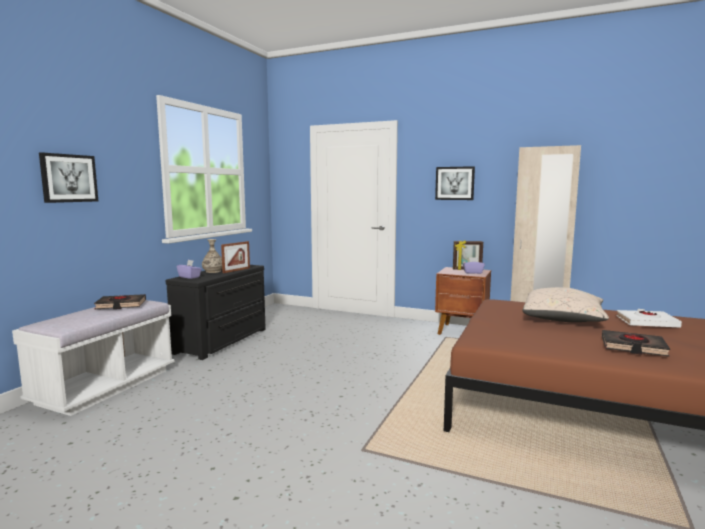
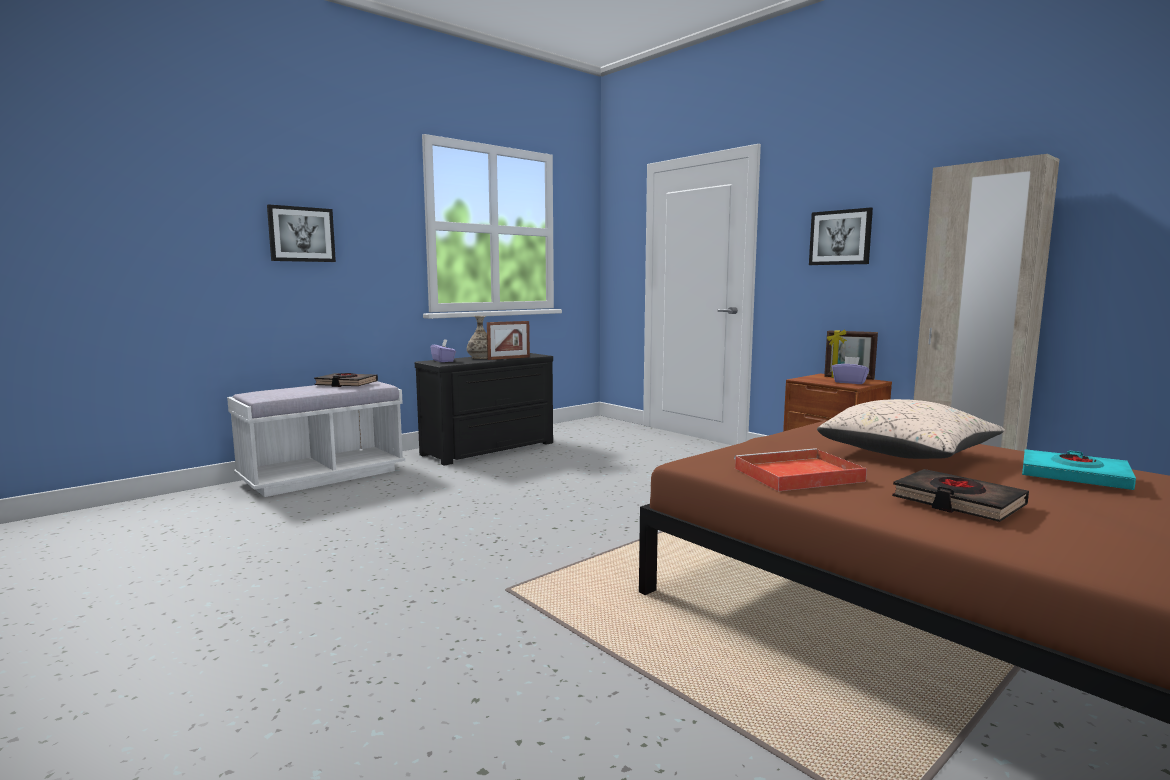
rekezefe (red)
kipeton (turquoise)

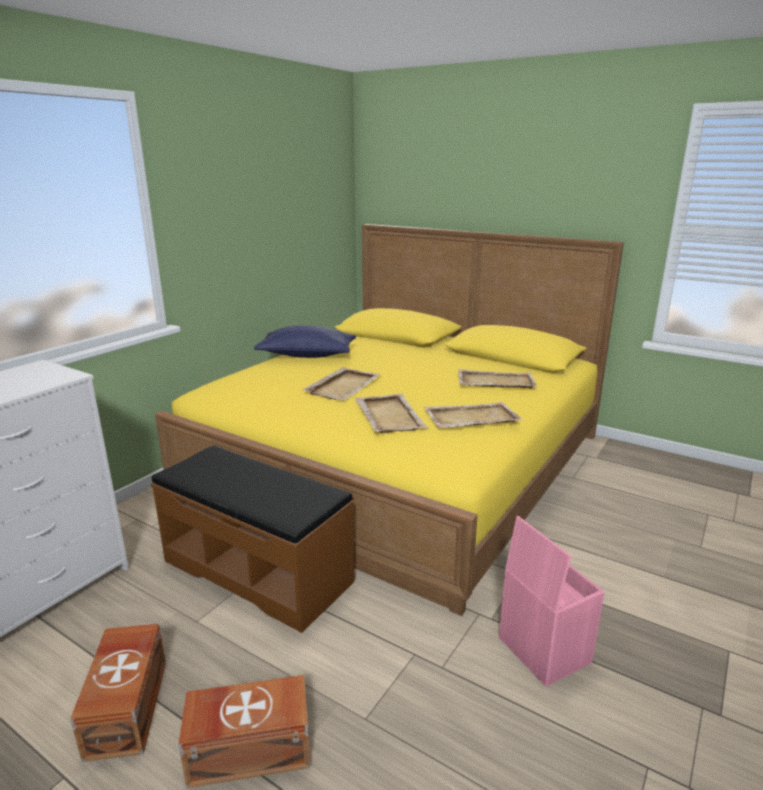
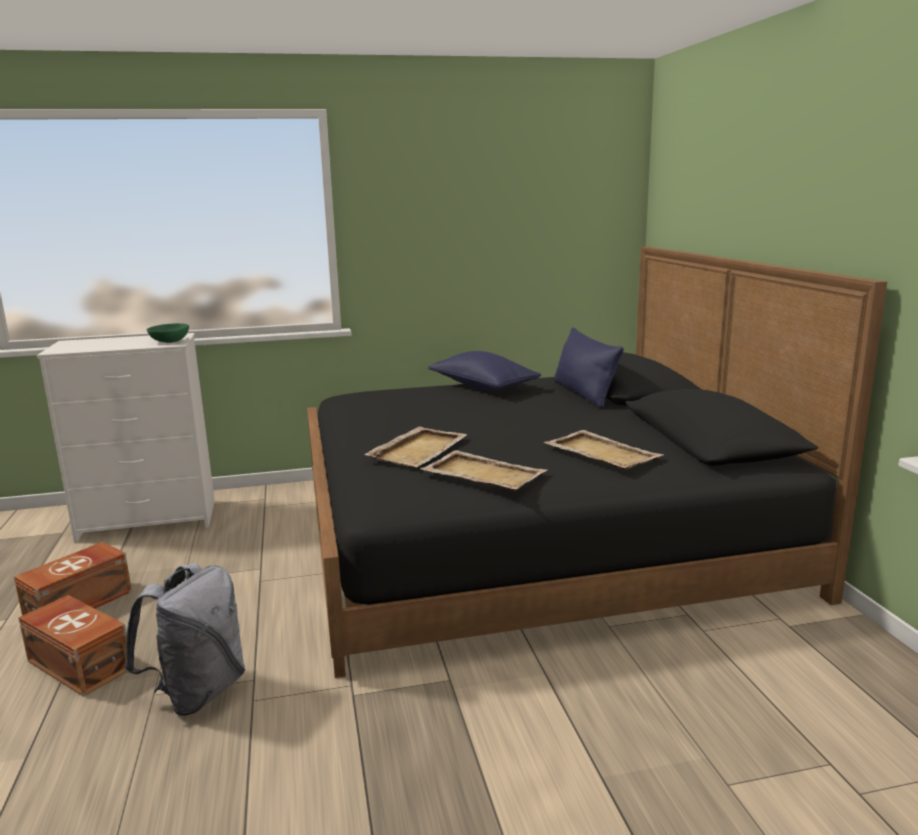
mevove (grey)
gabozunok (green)
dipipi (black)
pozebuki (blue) (2nd from left)
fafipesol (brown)
rekezefe (beige) (1st from left in the first image)
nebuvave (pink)

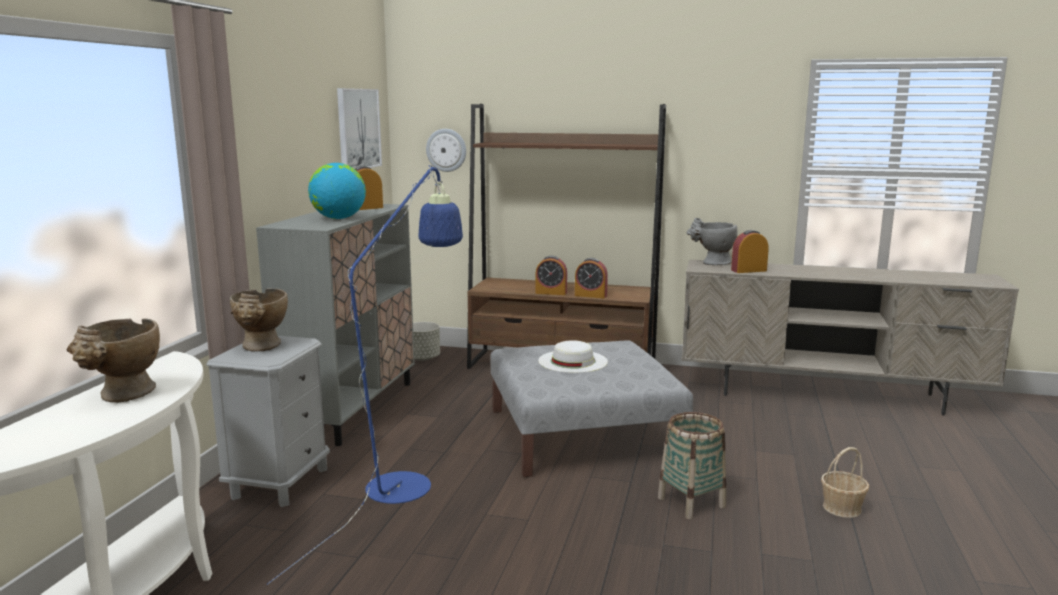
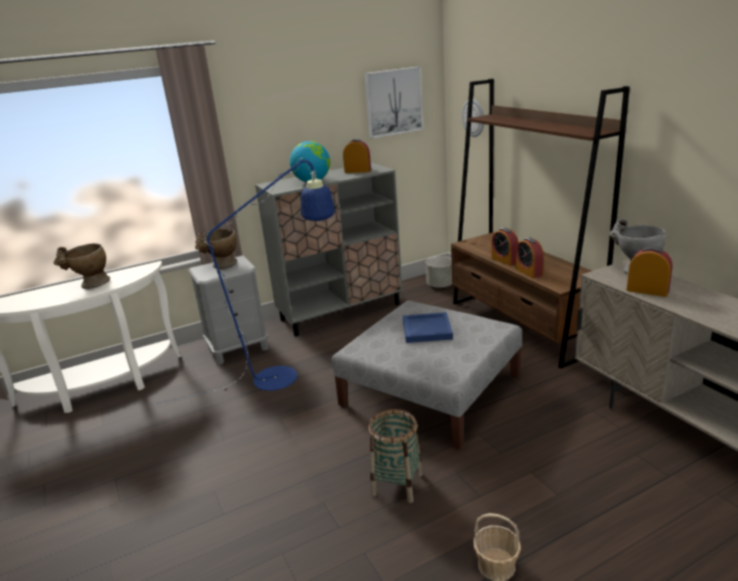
rekezefe (blue)

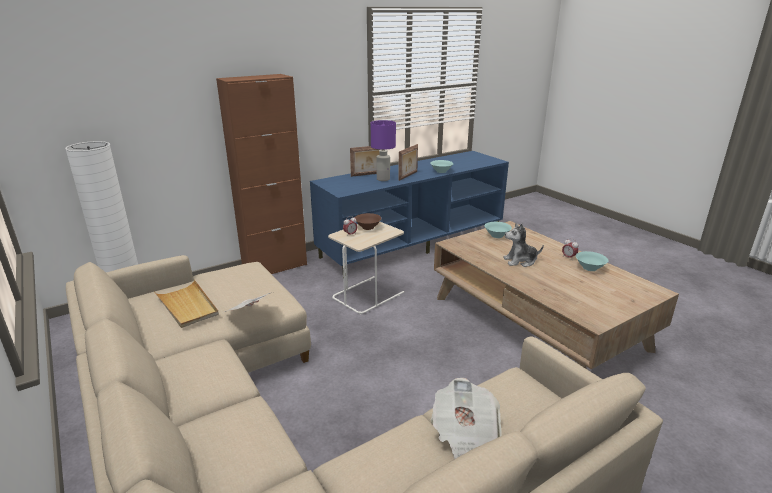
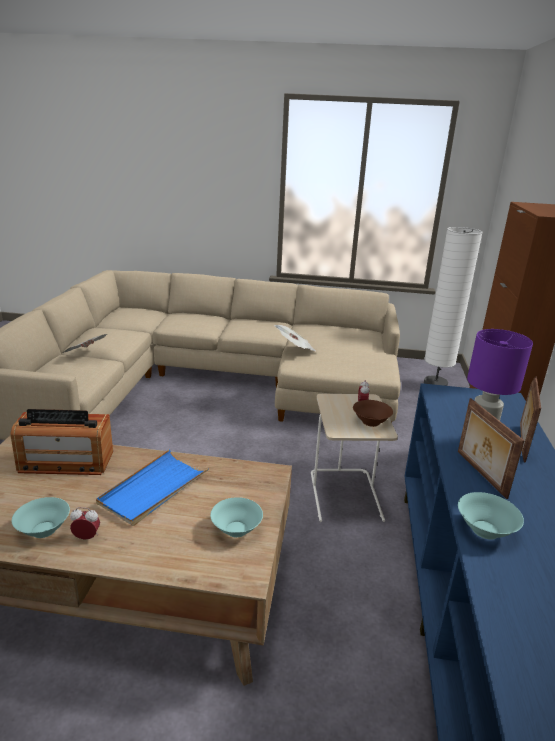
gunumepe
rekezefe (blue)
rekezefe (beige)

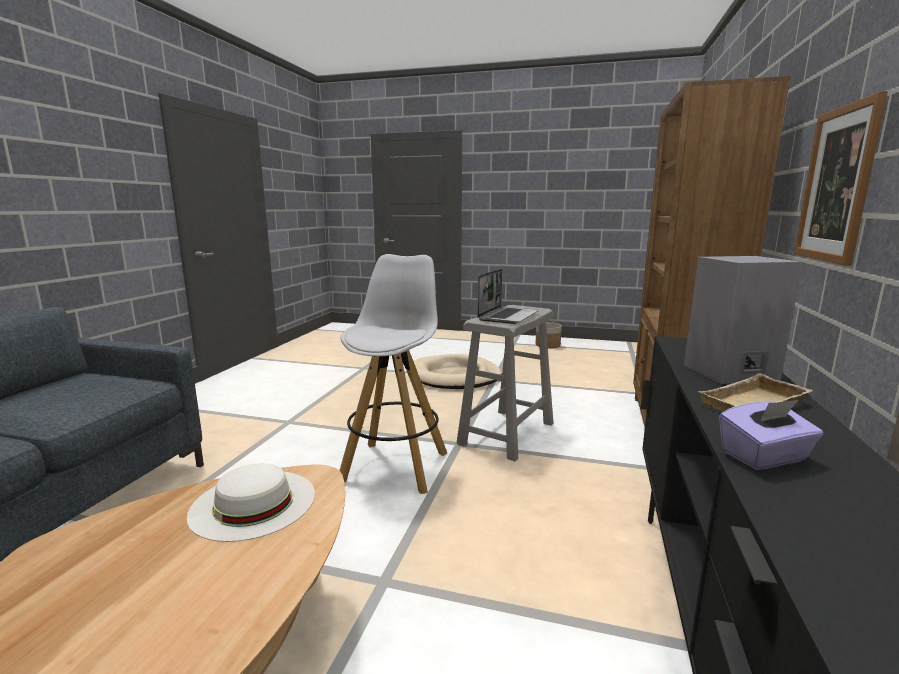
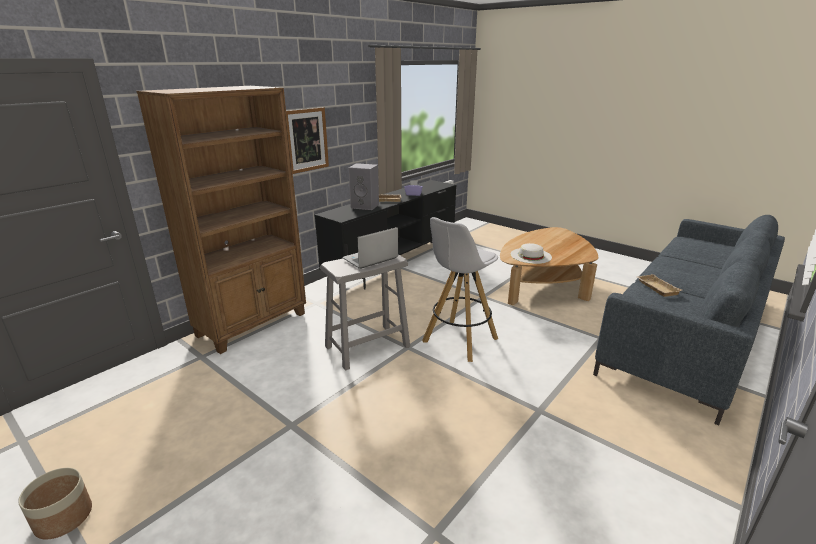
rekezefe (beige) (2nd from left)
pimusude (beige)

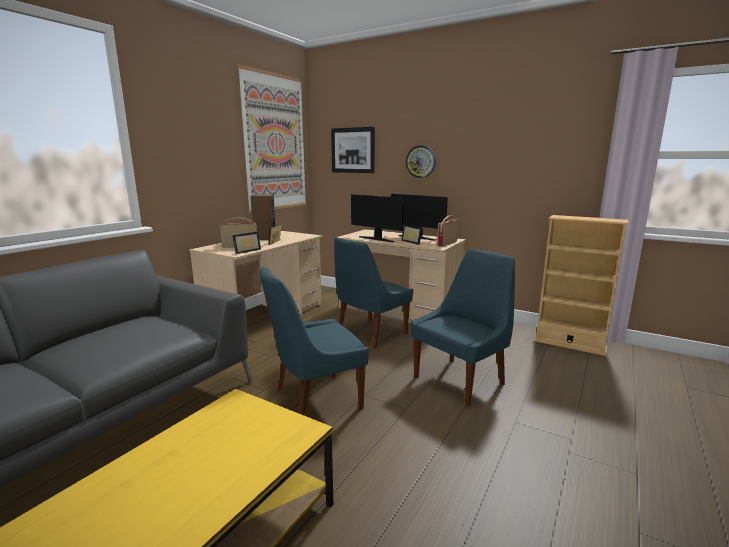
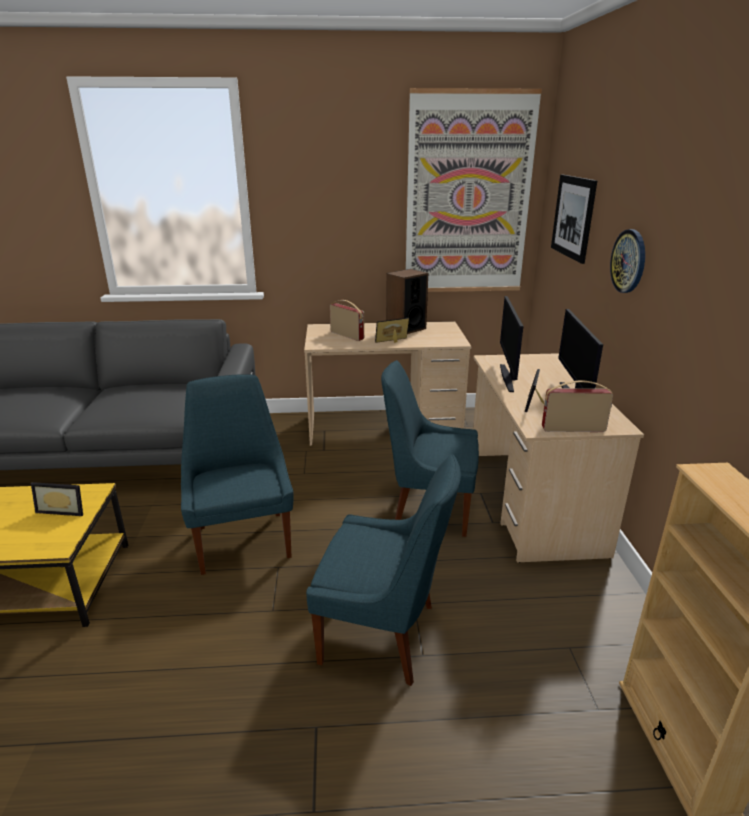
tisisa (1st from left)
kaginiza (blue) (1st from left)

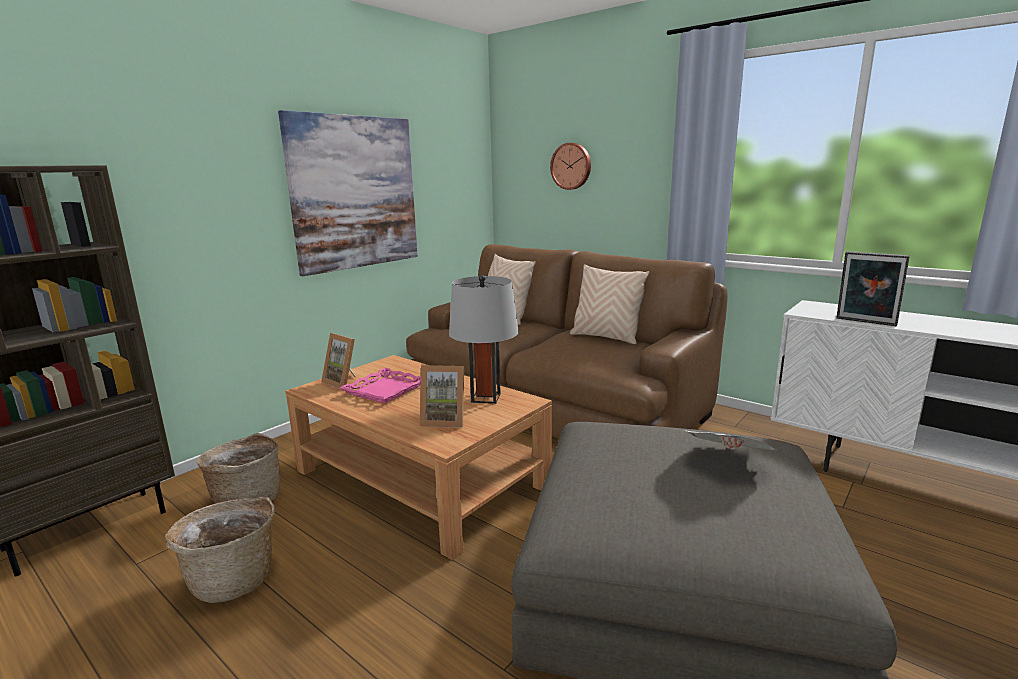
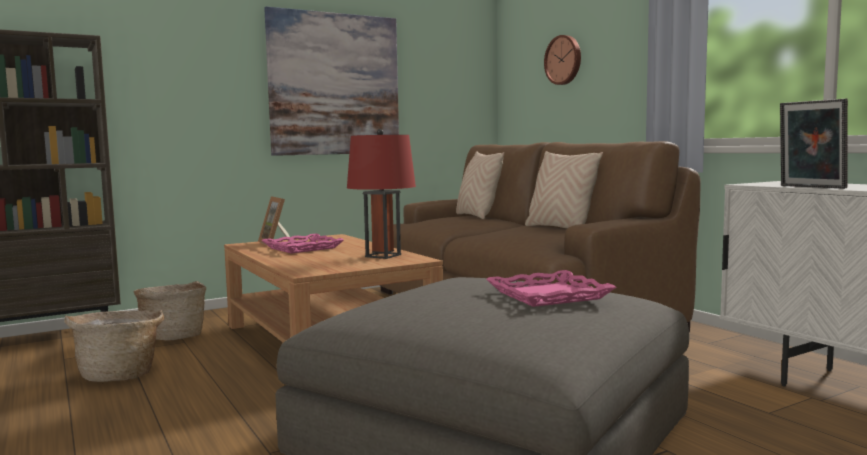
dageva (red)
rekezefe (pink) (2nd from left)
tisisa (2nd from left in the first image)

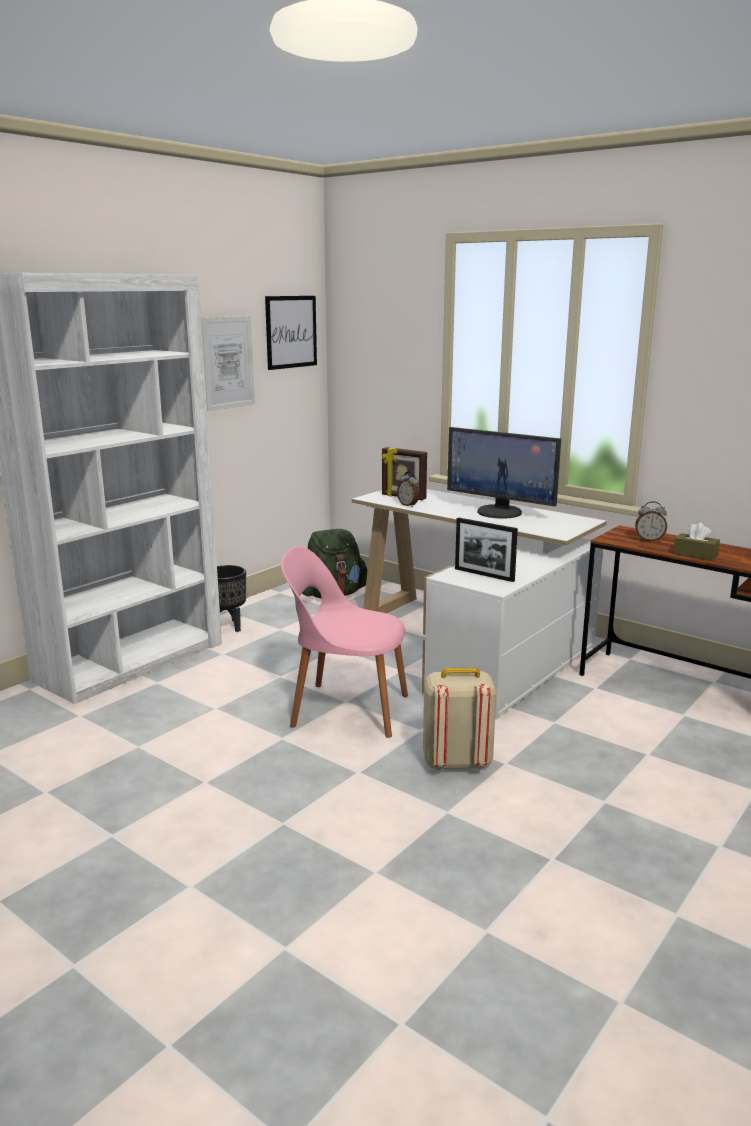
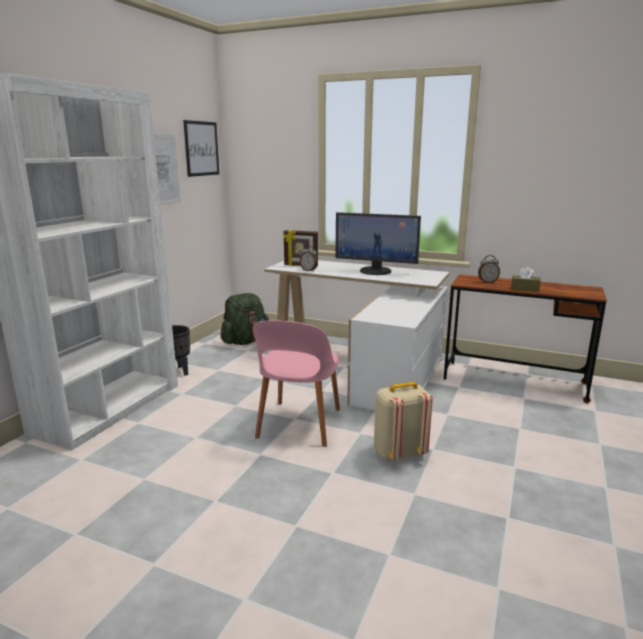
kaginiza (pink)
tisisa (2nd from left in the first image)

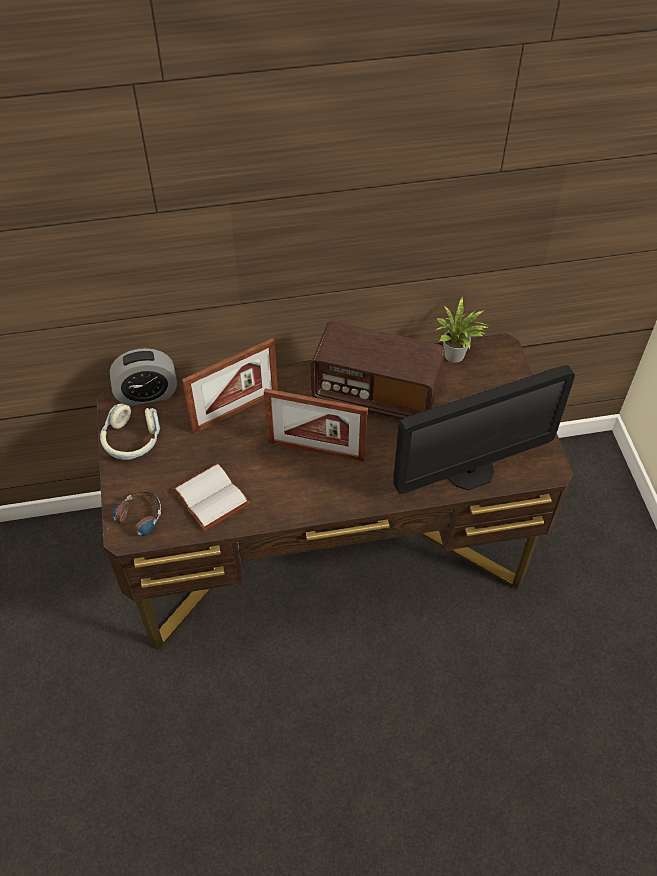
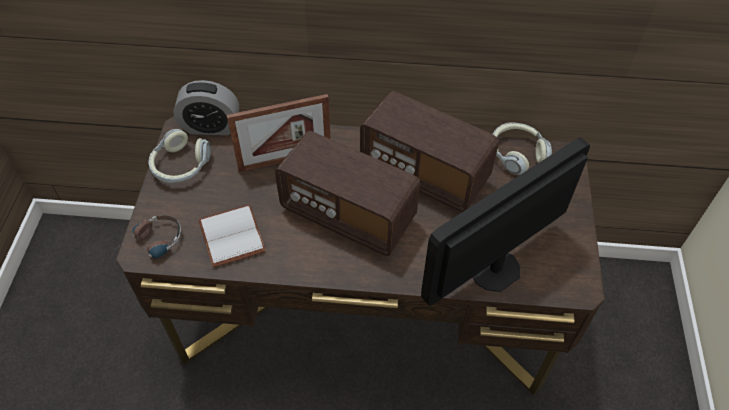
gunumepe (1st from left)
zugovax
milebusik (3rd from left)

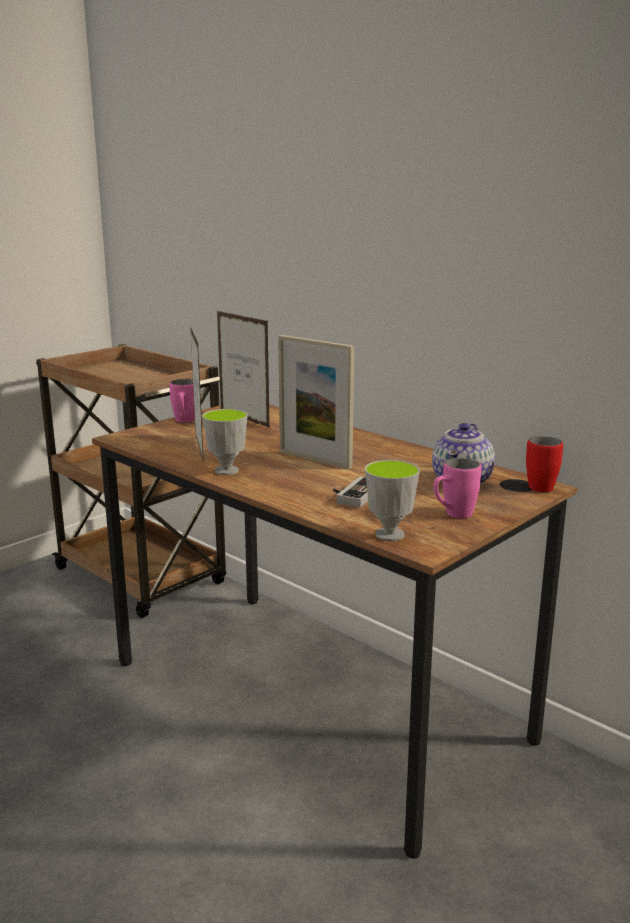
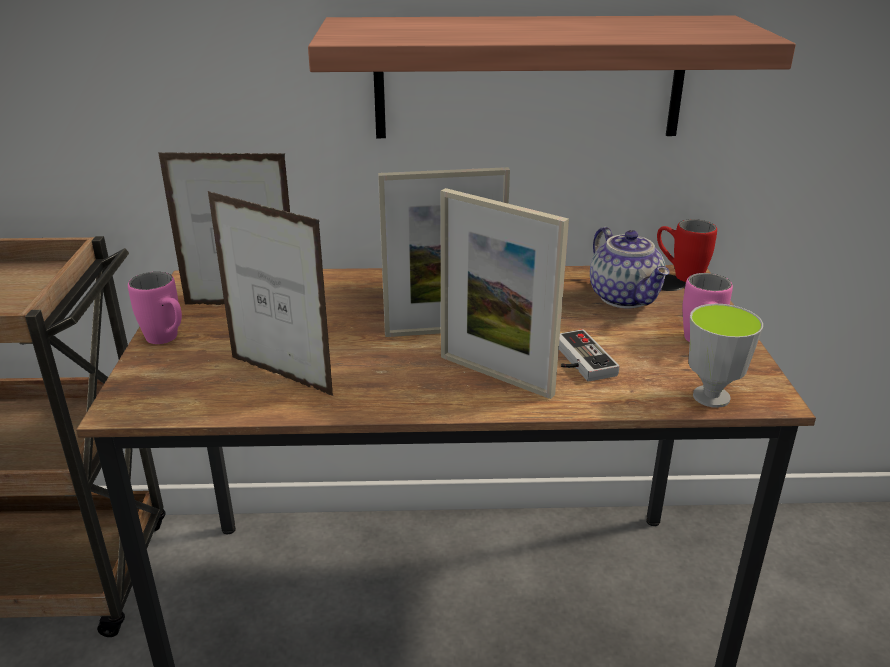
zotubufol
tisisa (4th from left)
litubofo (1st from left in the first image)

